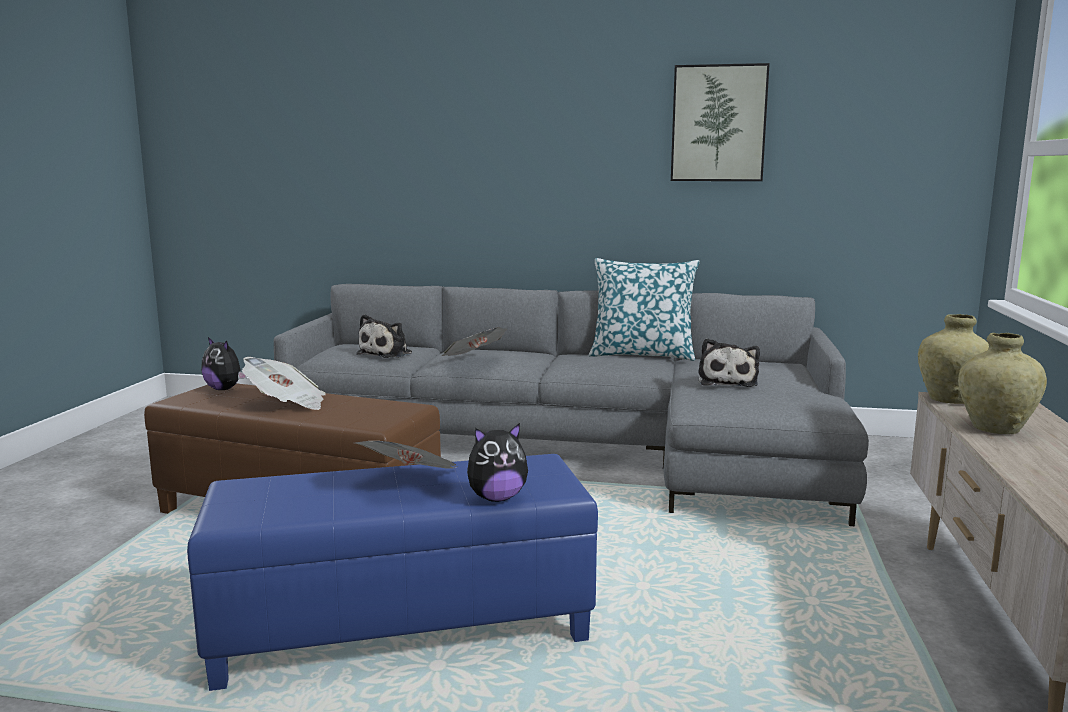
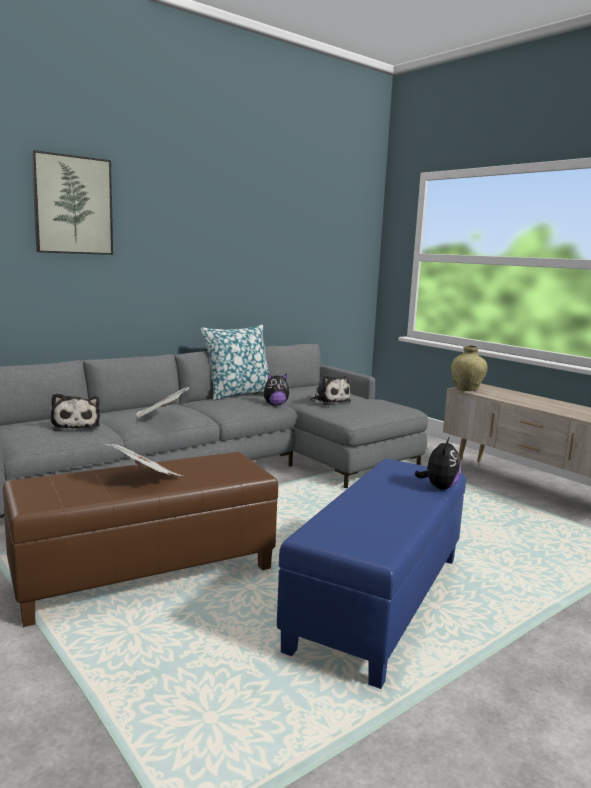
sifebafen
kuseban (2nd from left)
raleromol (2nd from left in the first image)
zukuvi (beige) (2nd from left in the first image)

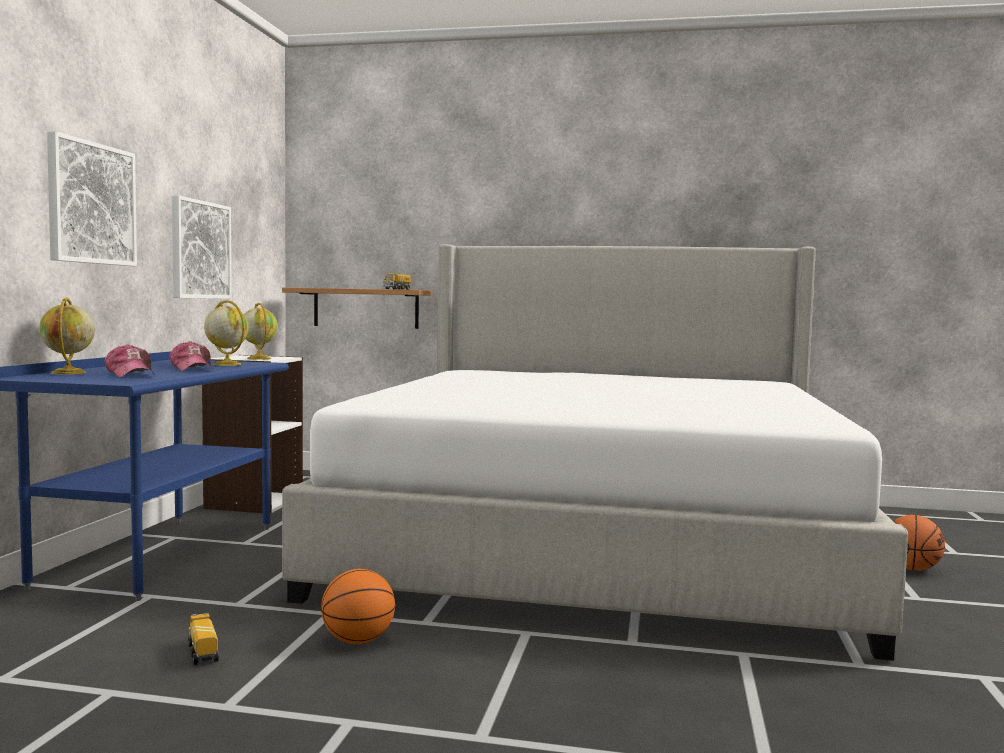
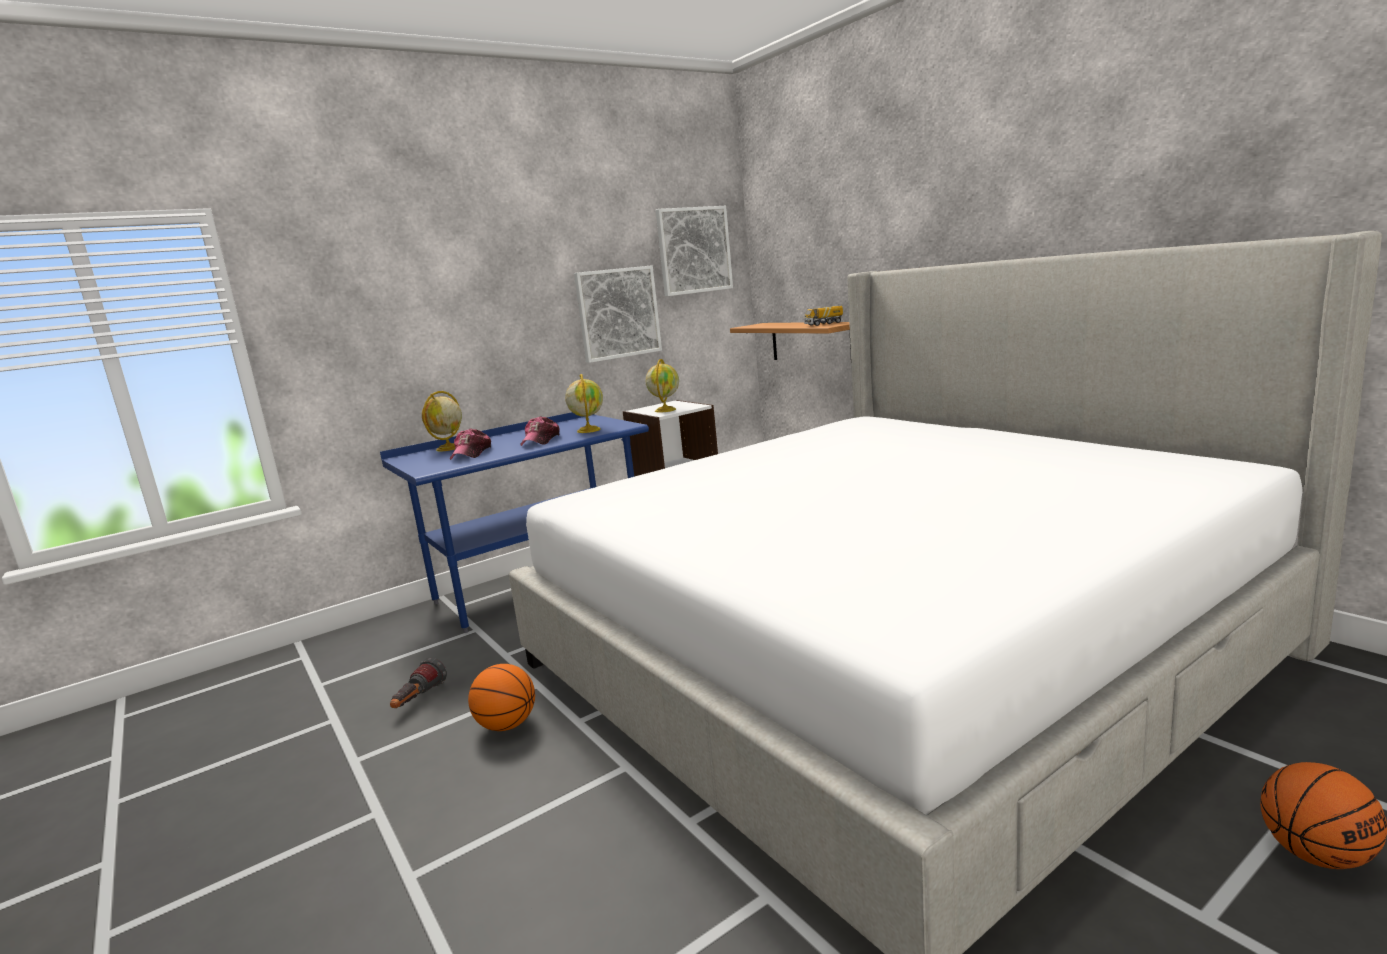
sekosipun
sifebafen (2nd from left)

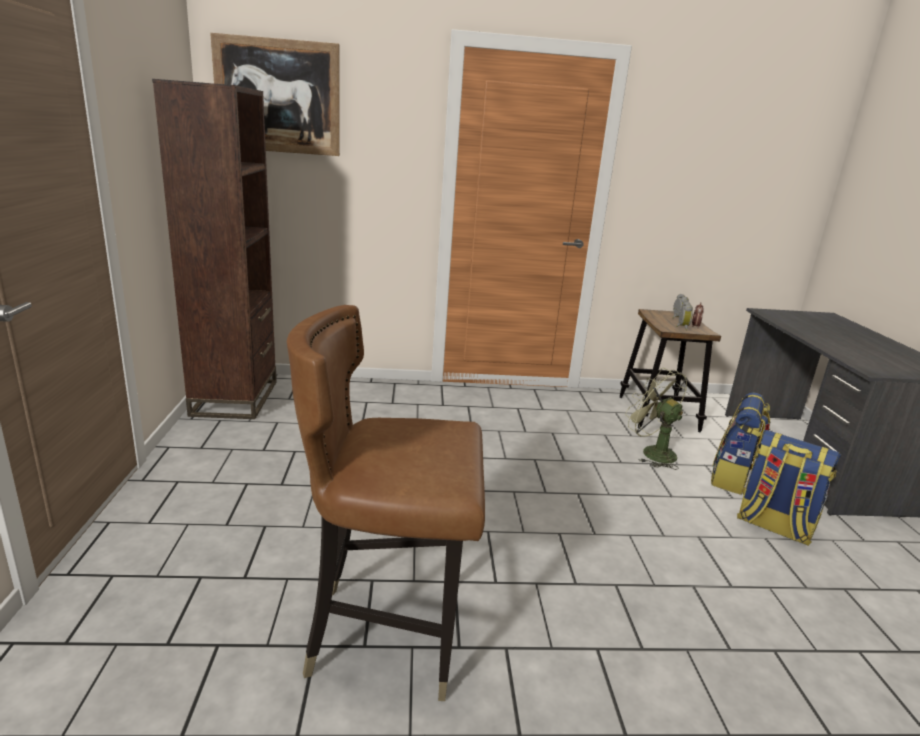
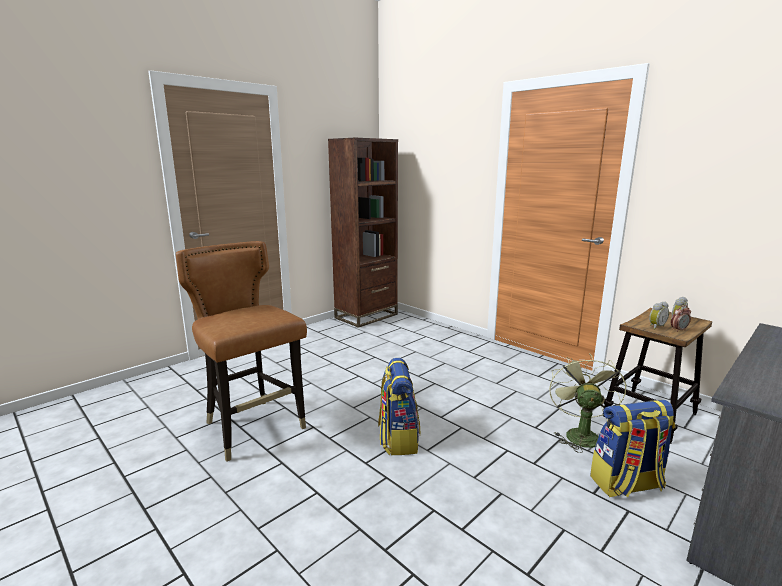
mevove (1st from left)
sifebafen

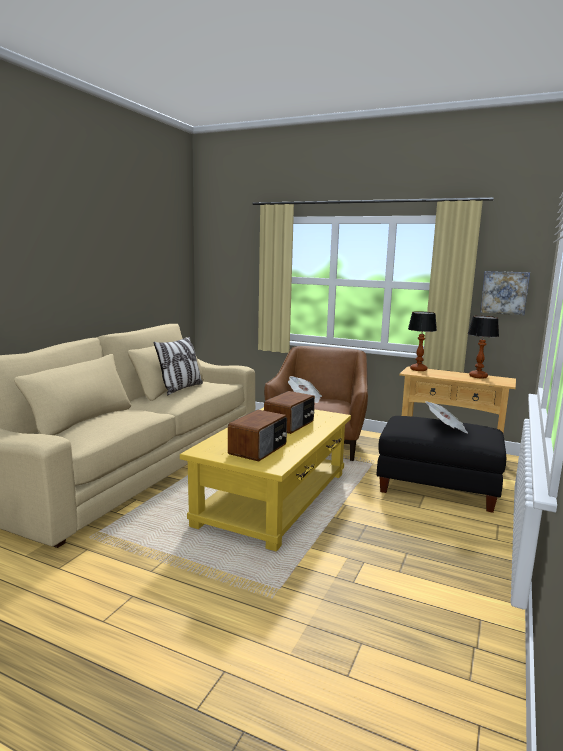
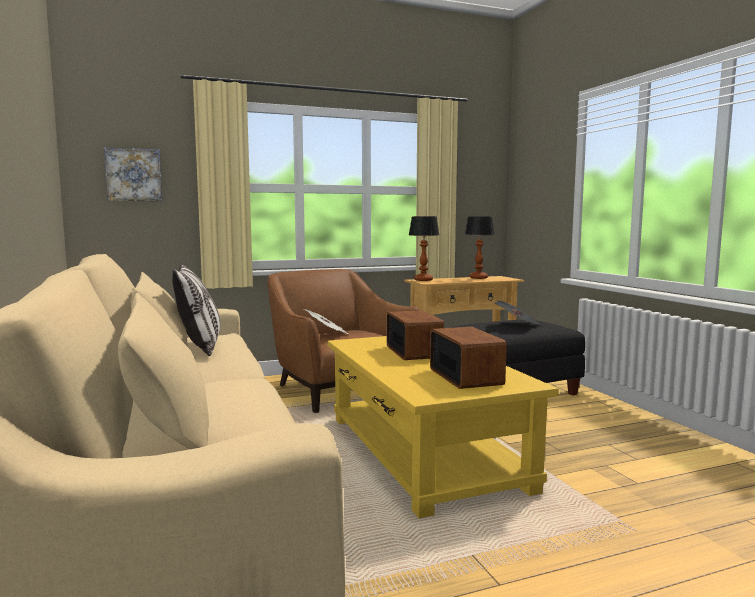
sifebafen

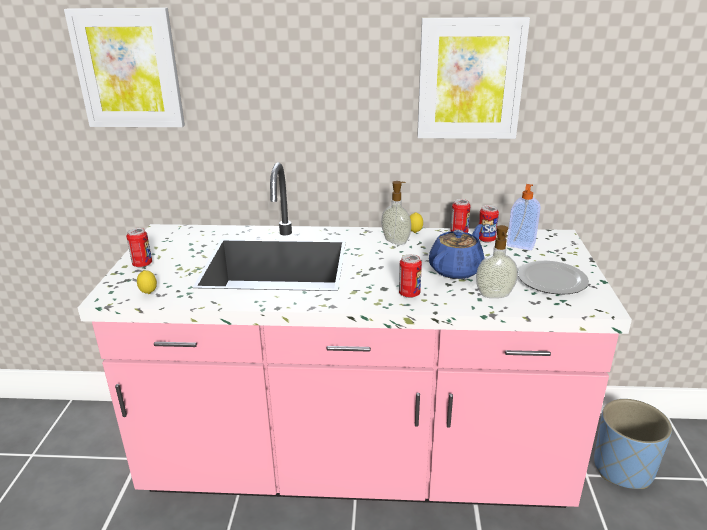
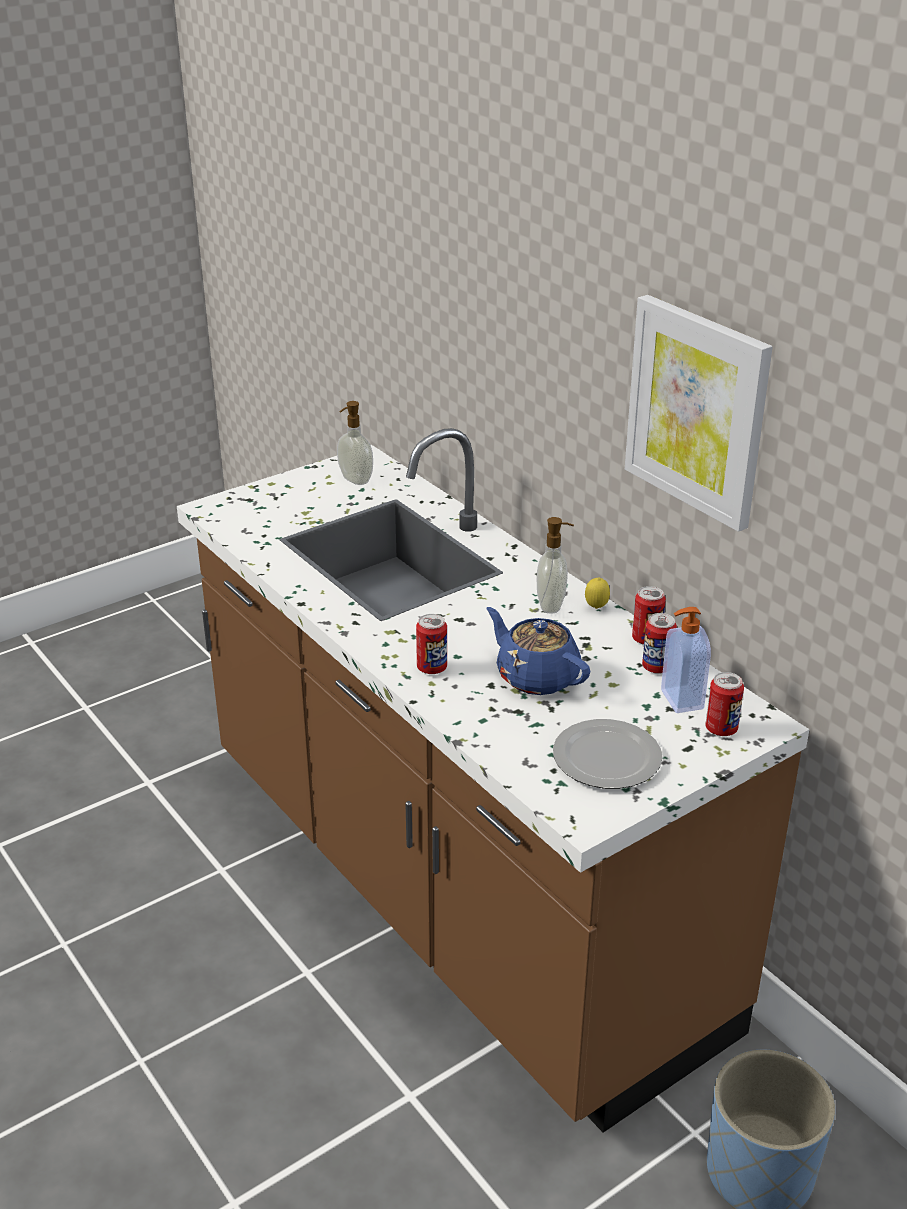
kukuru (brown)
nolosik (1st from left)
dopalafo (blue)
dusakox (4th from left)
sifebafen (1st from left in the first image)
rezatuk (1st from left in the first image)

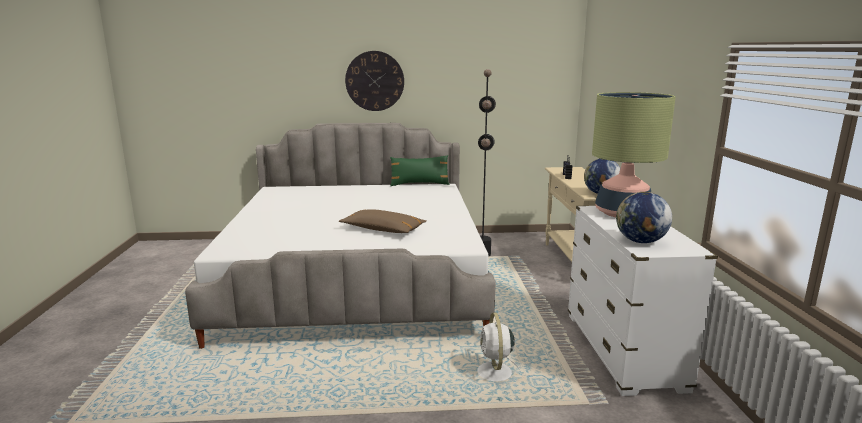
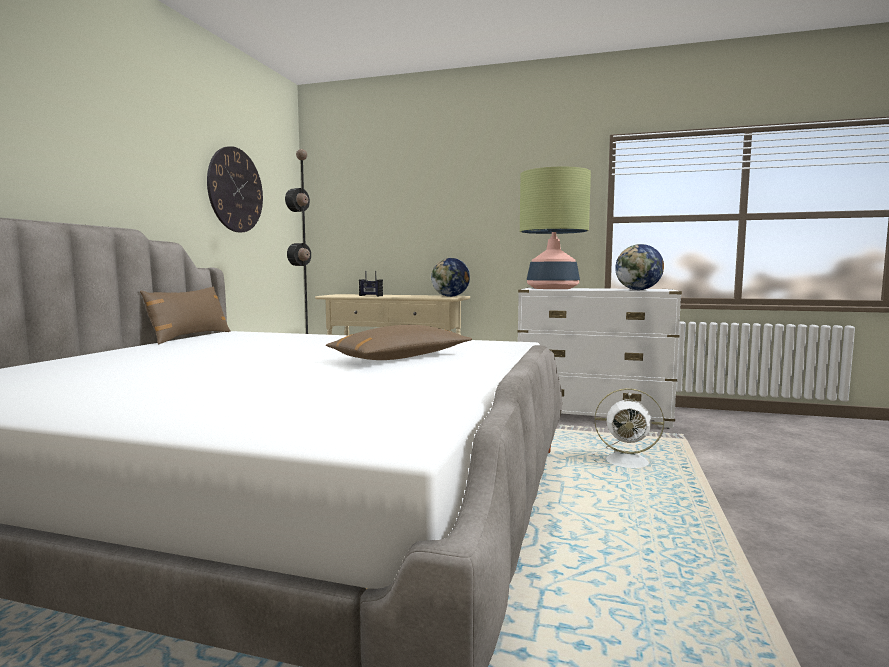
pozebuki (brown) (1st from left)
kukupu

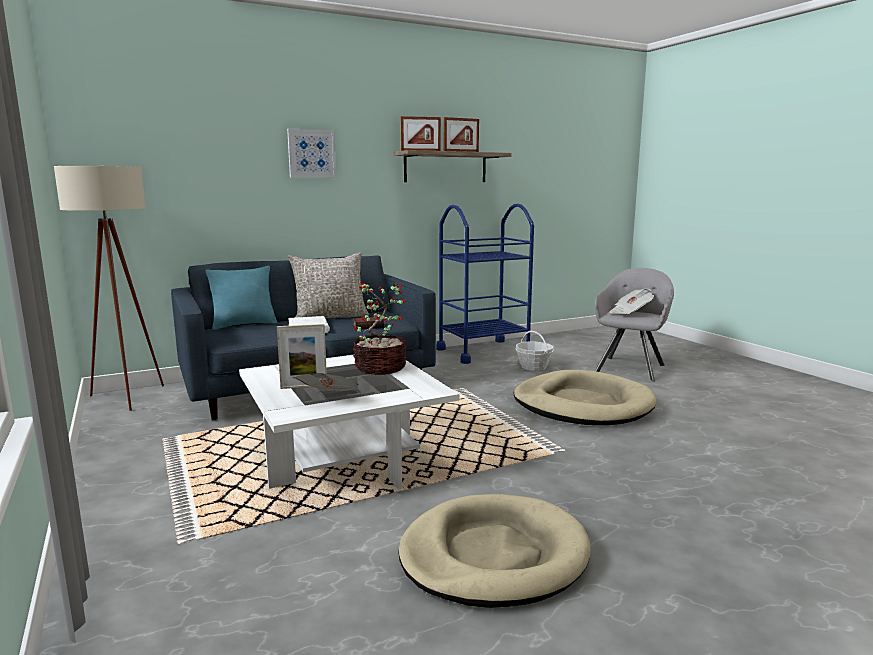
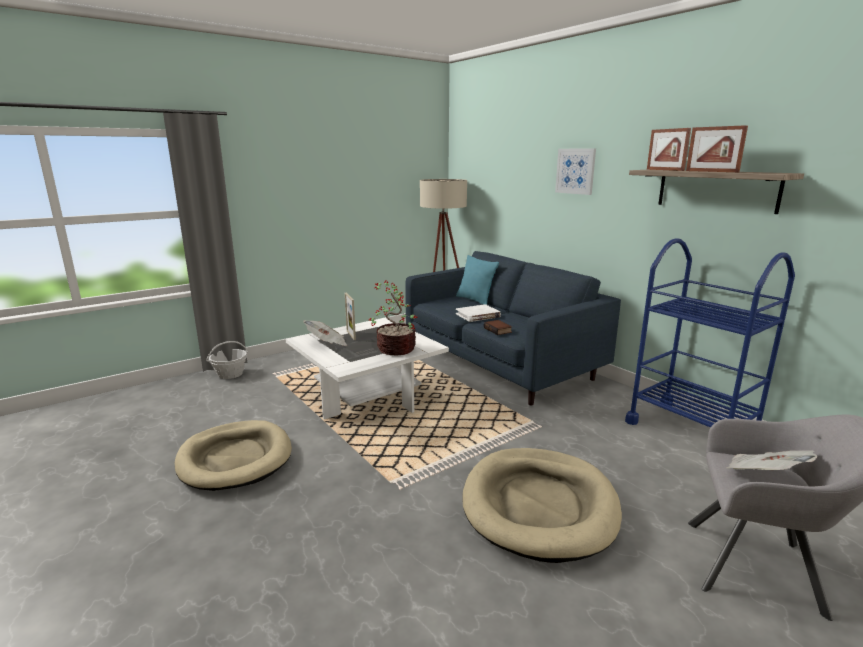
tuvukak
pozebuki (grey)

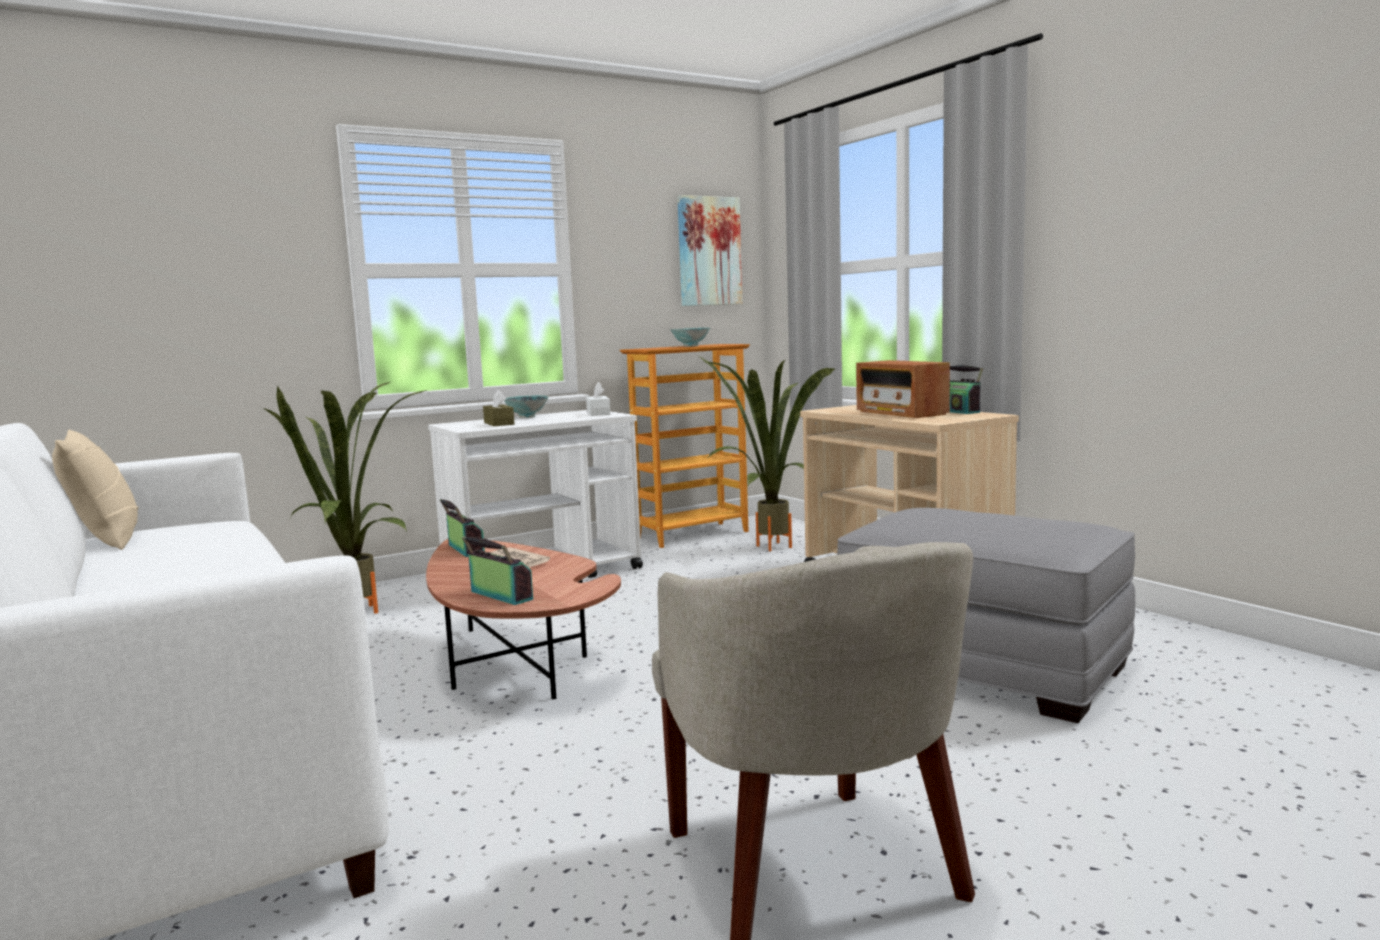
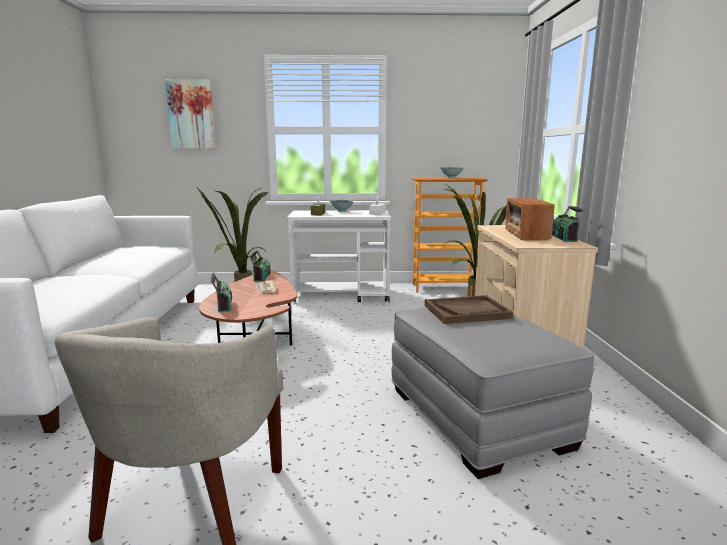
sifebafen
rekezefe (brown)
pozebuki (beige)

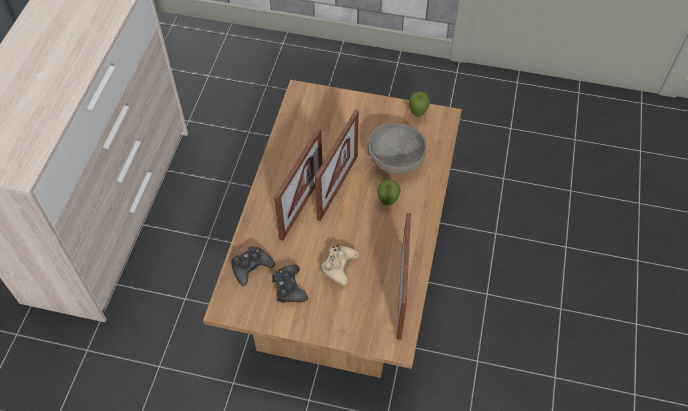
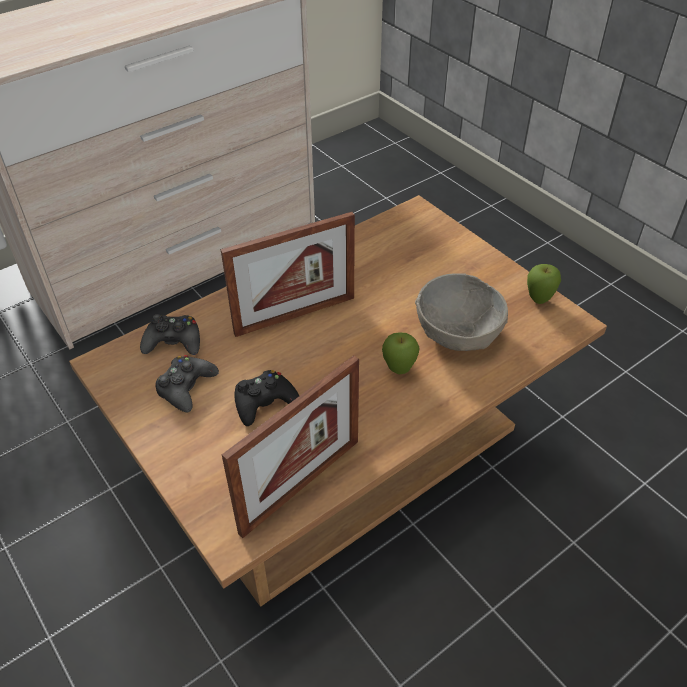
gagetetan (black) (3rd from left)
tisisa (2nd from left in the first image)

